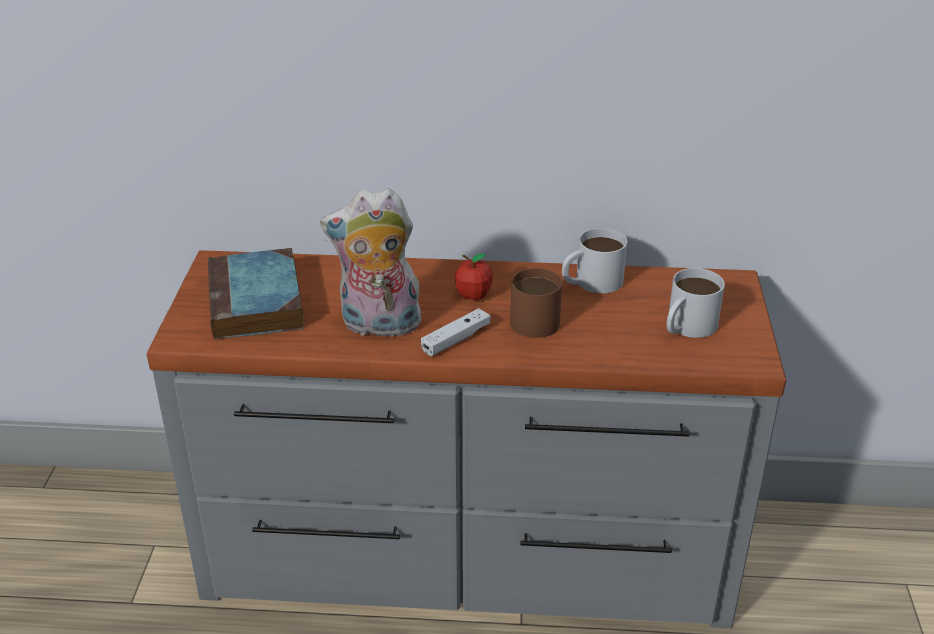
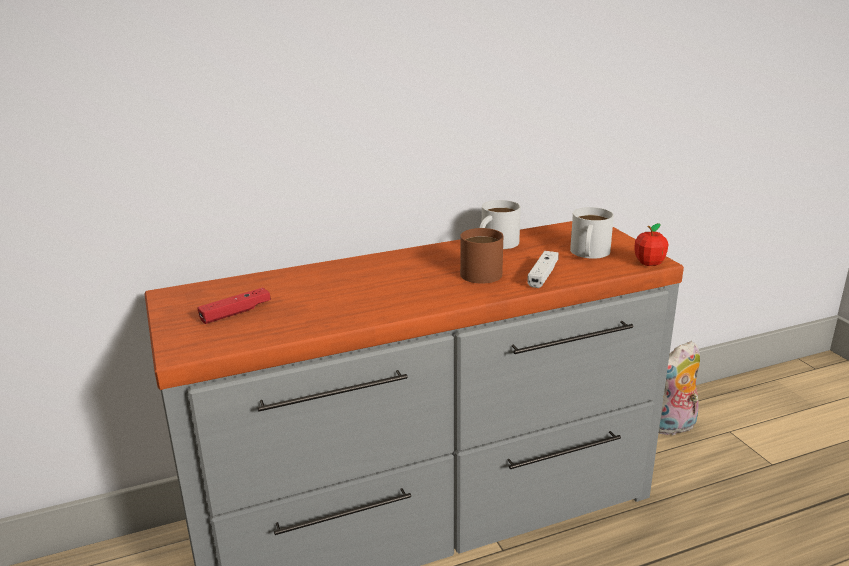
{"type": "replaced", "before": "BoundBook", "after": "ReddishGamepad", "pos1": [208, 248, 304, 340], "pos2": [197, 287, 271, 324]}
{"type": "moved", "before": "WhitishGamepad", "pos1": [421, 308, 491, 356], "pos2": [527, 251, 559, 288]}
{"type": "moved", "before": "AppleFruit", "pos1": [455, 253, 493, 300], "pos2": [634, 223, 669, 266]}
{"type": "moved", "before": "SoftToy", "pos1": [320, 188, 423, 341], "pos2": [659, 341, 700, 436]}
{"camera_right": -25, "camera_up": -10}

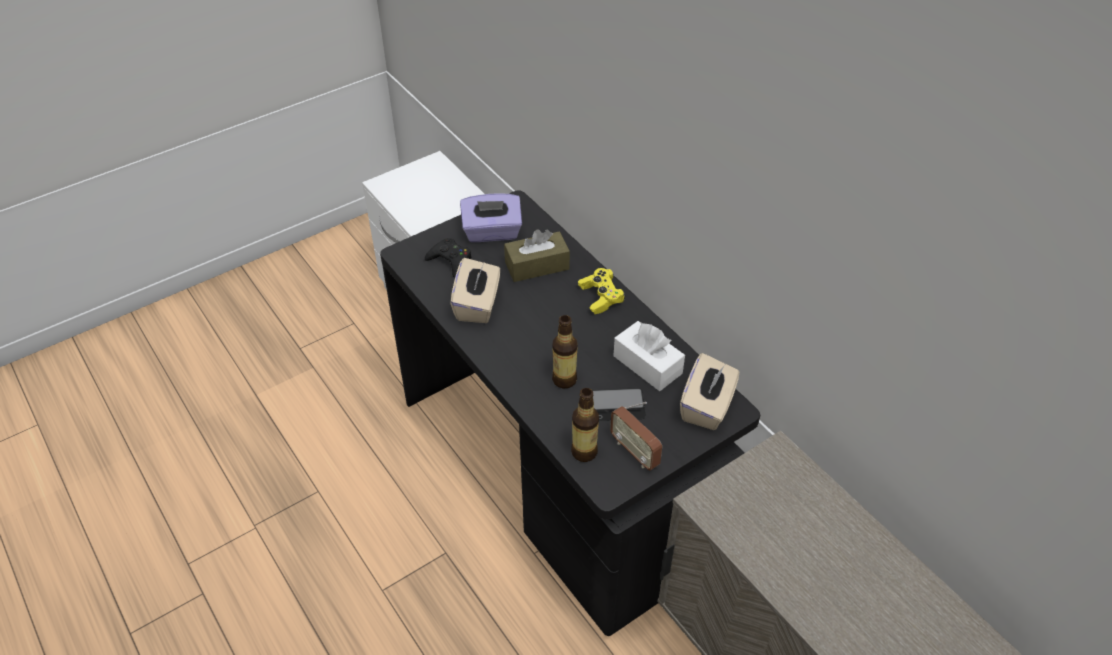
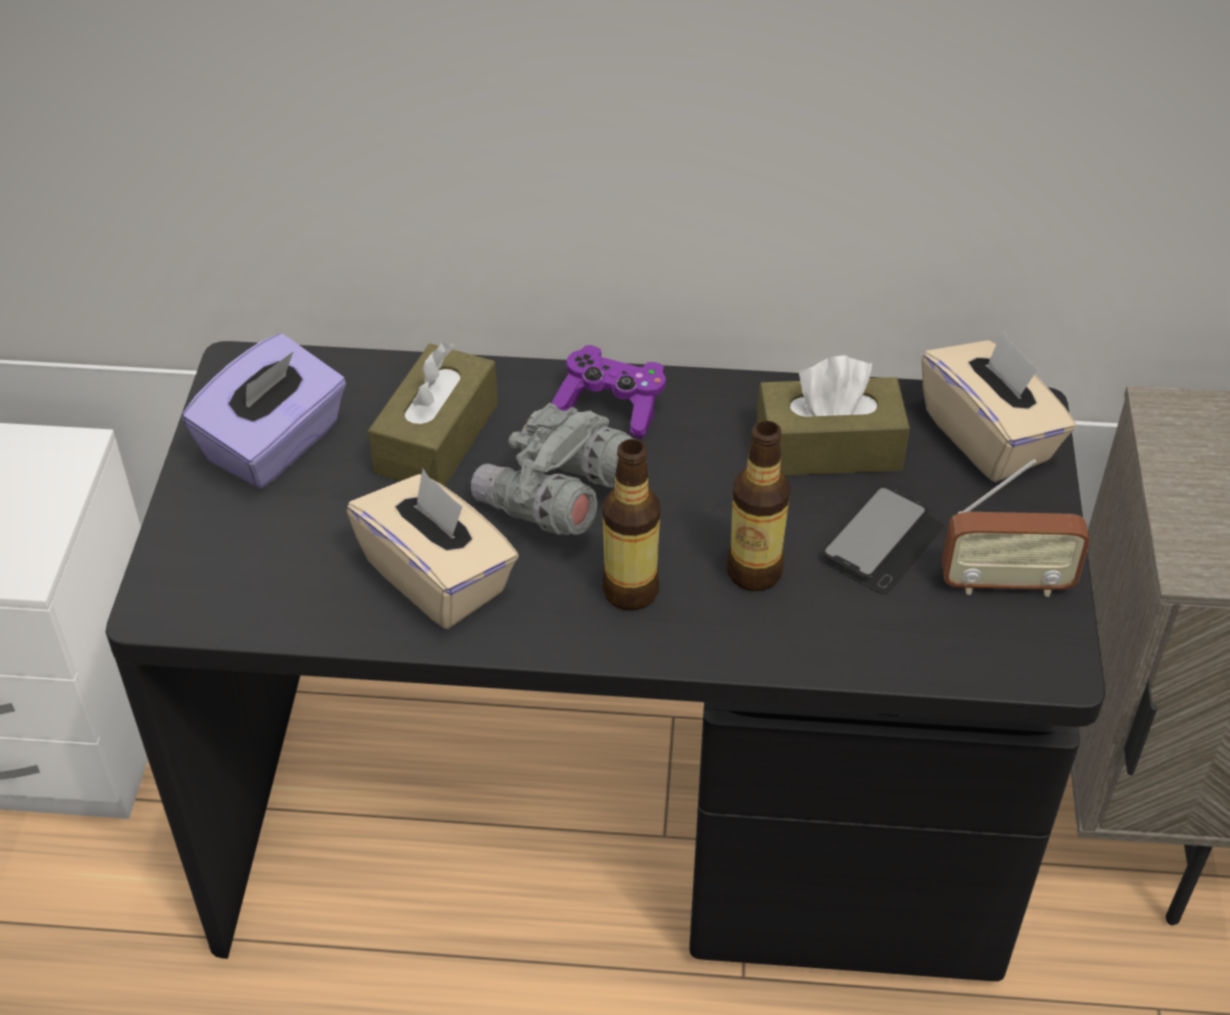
{"type": "added", "after": "GreyFieldGlasses", "pos2": [471, 403, 637, 535]}
{"type": "recoloured", "before": "YellowishGamepad", "after": "PurplishGamepad", "pos1": [578, 268, 625, 314], "pos2": [552, 345, 666, 439]}
{"type": "moved", "before": "Bottle", "pos1": [571, 388, 599, 462], "pos2": [602, 439, 660, 610]}
{"type": "recoloured", "before": "WhitishTissueBox", "after": "BrownColouredTissueBox", "pos1": [614, 321, 685, 391], "pos2": [757, 355, 910, 475]}
{"type": "removed", "before": "BlackColouredGamepad", "pos1": [425, 238, 471, 278]}
{"camera_right": -50, "camera_up": 0}

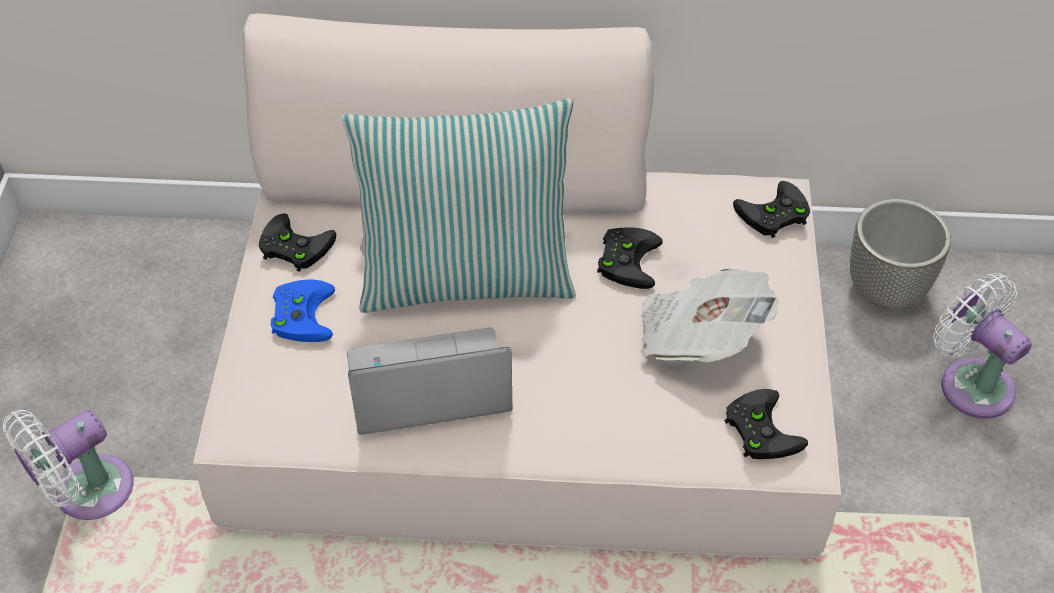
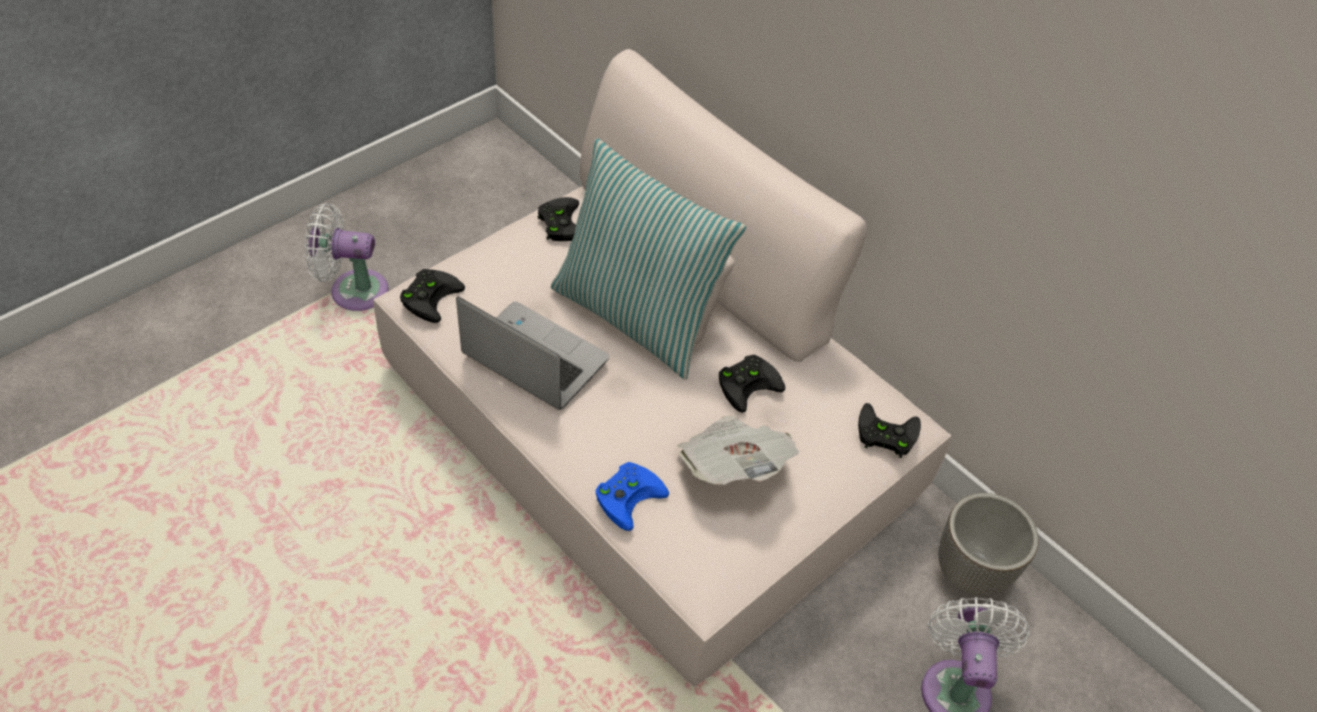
{"type": "moved", "before": "BlackColouredGamepad", "pos1": [724, 389, 808, 459], "pos2": [400, 269, 465, 323]}
{"type": "moved", "before": "BlueGamepad", "pos1": [270, 280, 335, 342], "pos2": [596, 462, 669, 531]}
{"camera_right": 40, "camera_up": 0}

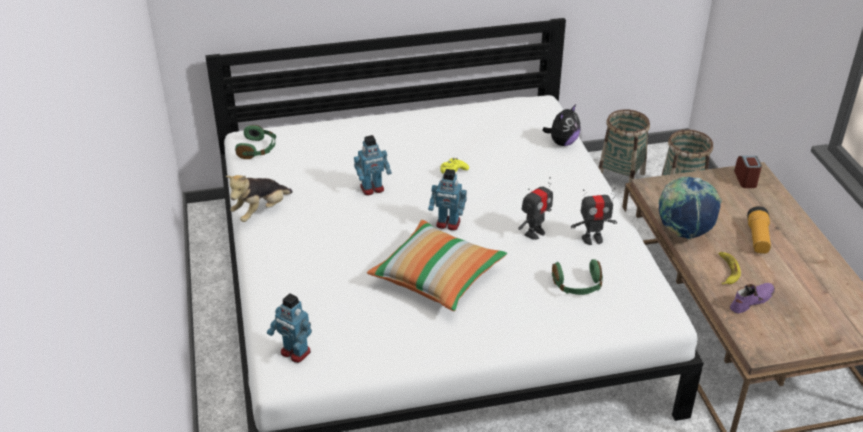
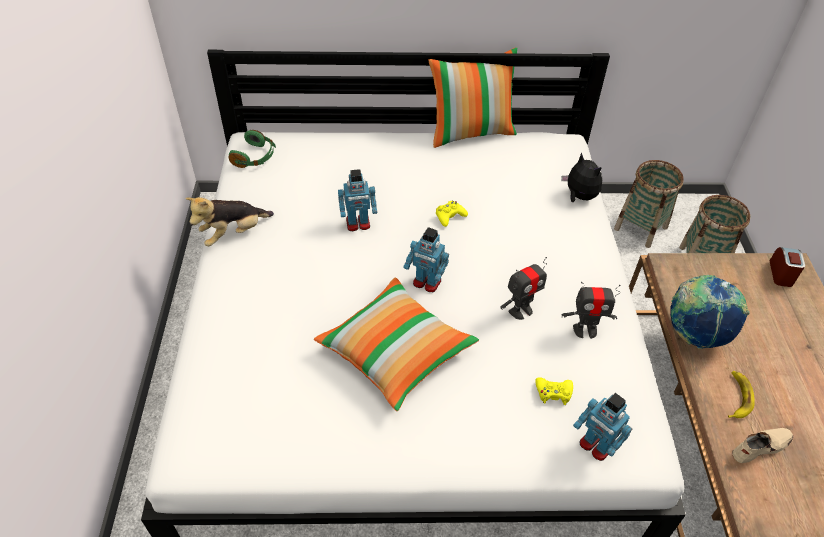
{"type": "added", "after": "Cushion", "pos2": [428, 47, 518, 148]}
{"type": "replaced", "before": "GreenColouredHeadphones", "after": "YellowishGamepad", "pos1": [552, 259, 603, 295], "pos2": [535, 377, 573, 405]}
{"type": "turned", "before": "SoftToy", "pos1": [542, 104, 581, 146], "pos2": [561, 153, 603, 202], "turn": -90}
{"type": "moved", "before": "RobotFigure", "pos1": [267, 293, 312, 363], "pos2": [573, 393, 632, 461]}
{"type": "recoloured", "before": "PurplishLowShoe", "after": "BeigeLowShoe", "pos1": [730, 283, 775, 314], "pos2": [732, 428, 793, 463]}
{"type": "removed", "before": "HandTorch", "pos1": [747, 206, 771, 254]}
{"camera_right": 10, "camera_up": 10}

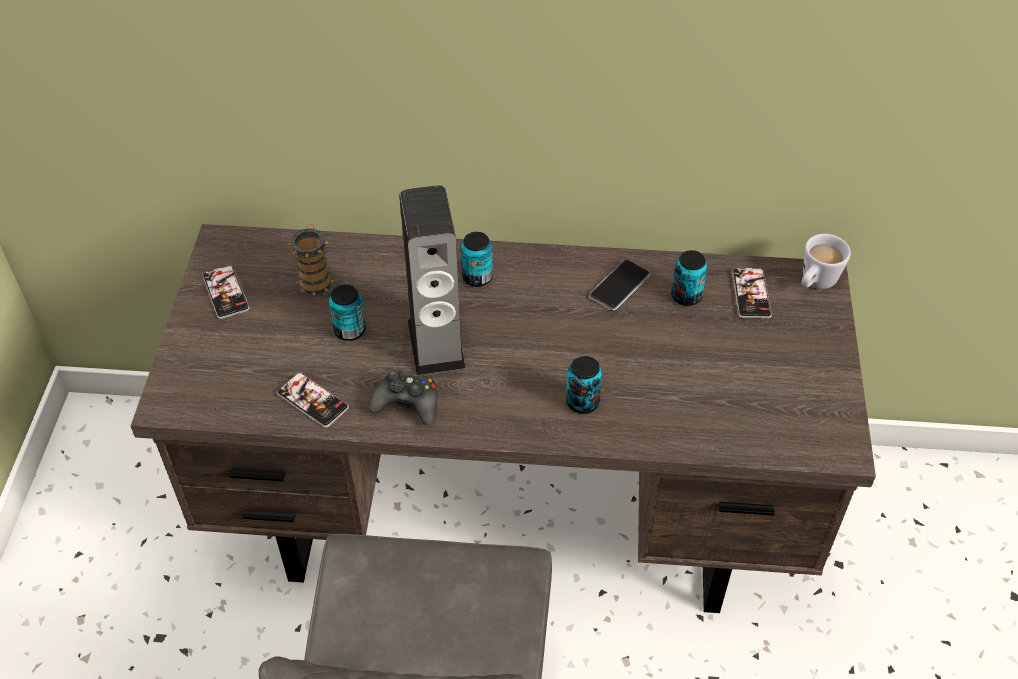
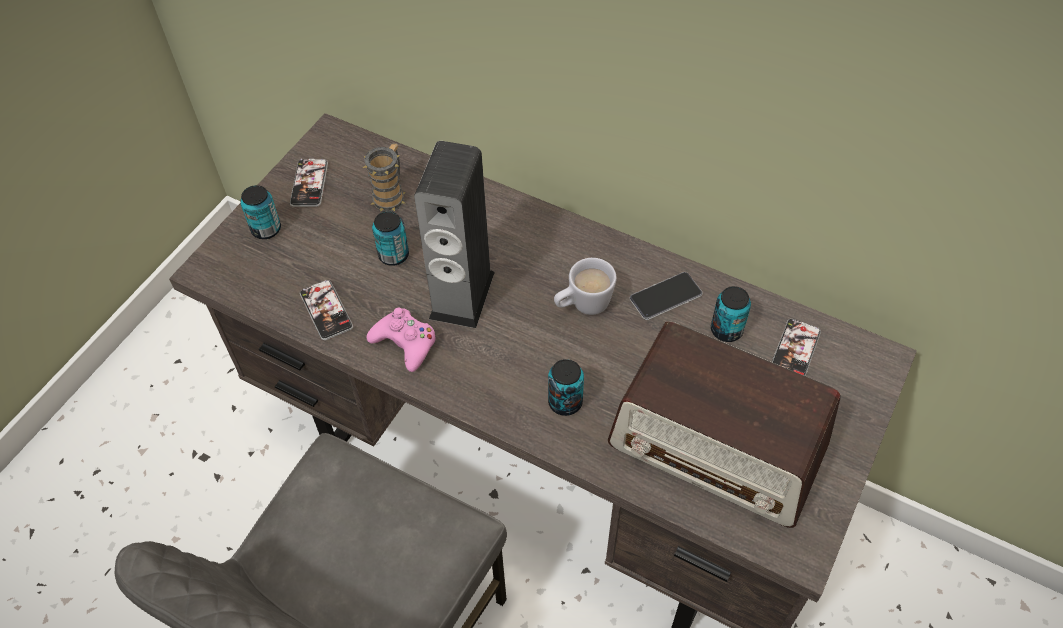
{"type": "moved", "before": "Can", "pos1": [461, 232, 493, 287], "pos2": [240, 185, 281, 239]}
{"type": "recoloured", "before": "BlackColouredGamepad", "after": "PinkGamepad", "pos1": [369, 370, 437, 425], "pos2": [367, 308, 436, 372]}
{"type": "moved", "before": "WhitishCoffeeMug", "pos1": [801, 234, 851, 289], "pos2": [554, 258, 617, 315]}
{"type": "added", "after": "RadioSet", "pos2": [608, 321, 841, 528]}
{"camera_right": 25, "camera_up": 5}

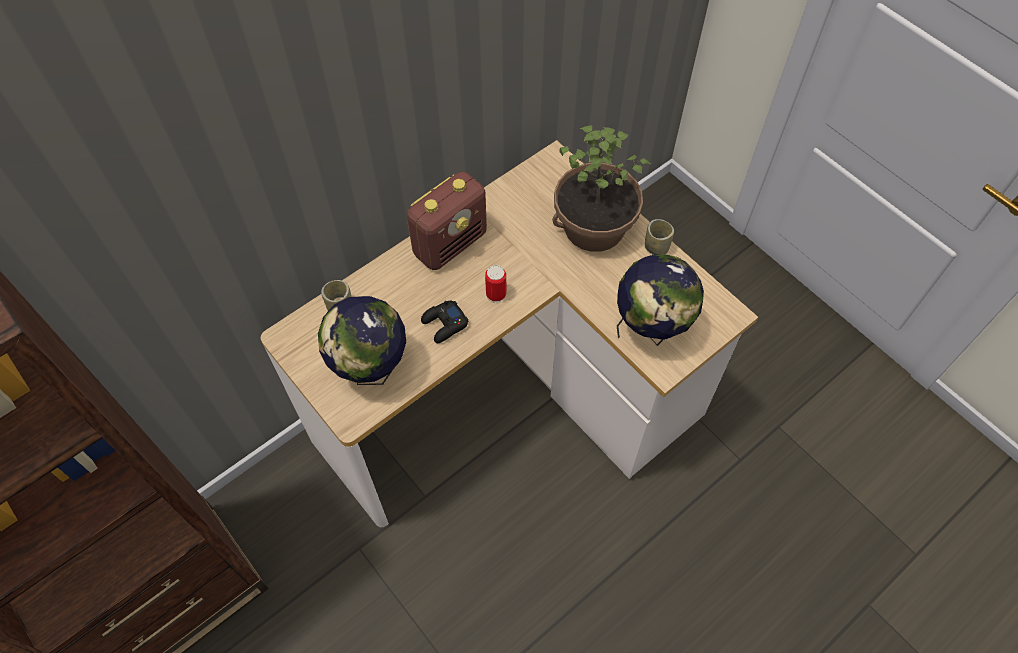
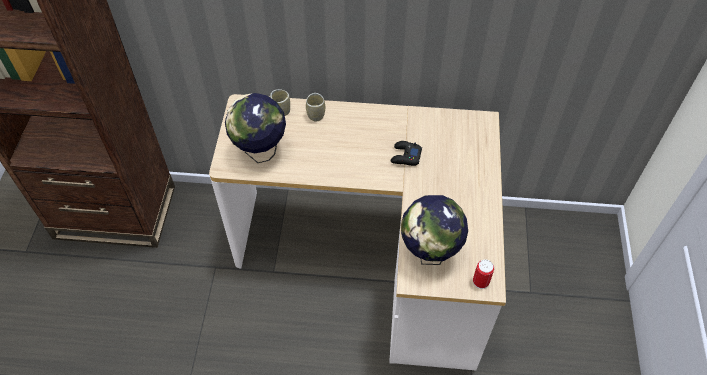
{"type": "moved", "before": "SmallCup", "pos1": [645, 219, 674, 255], "pos2": [306, 93, 325, 122]}
{"type": "moved", "before": "BlackColouredGamepad", "pos1": [421, 301, 469, 343], "pos2": [391, 141, 422, 166]}
{"type": "moved", "before": "Can", "pos1": [485, 265, 506, 303], "pos2": [473, 259, 494, 289]}
{"type": "removed", "before": "RadioSet", "pos1": [407, 172, 487, 270]}
{"type": "removed", "before": "PlantInAPot", "pos1": [552, 125, 651, 252]}
{"camera_right": 45, "camera_up": -5}

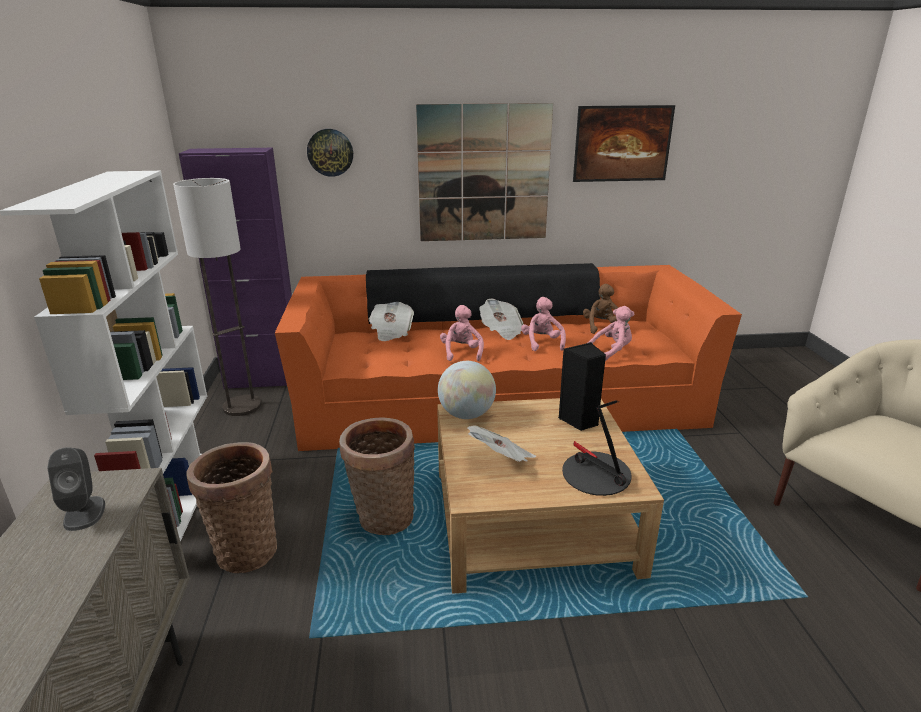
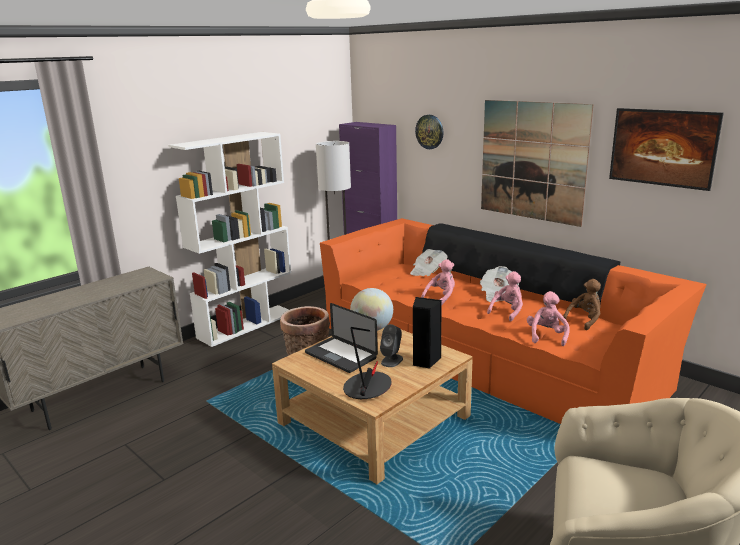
{"type": "replaced", "before": "Newspaper", "after": "NotebookComputer", "pos1": [467, 425, 537, 462], "pos2": [305, 303, 378, 373]}
{"type": "moved", "before": "GreyLoudspeaker", "pos1": [47, 447, 105, 531], "pos2": [380, 324, 403, 367]}
{"type": "turned", "before": "PinkSoftToy", "pos1": [588, 306, 635, 361], "pos2": [527, 291, 569, 346], "turn": -105}
{"type": "removed", "before": "HouseholdBasket", "pos1": [186, 442, 277, 573]}
{"camera_right": 50, "camera_up": -5}

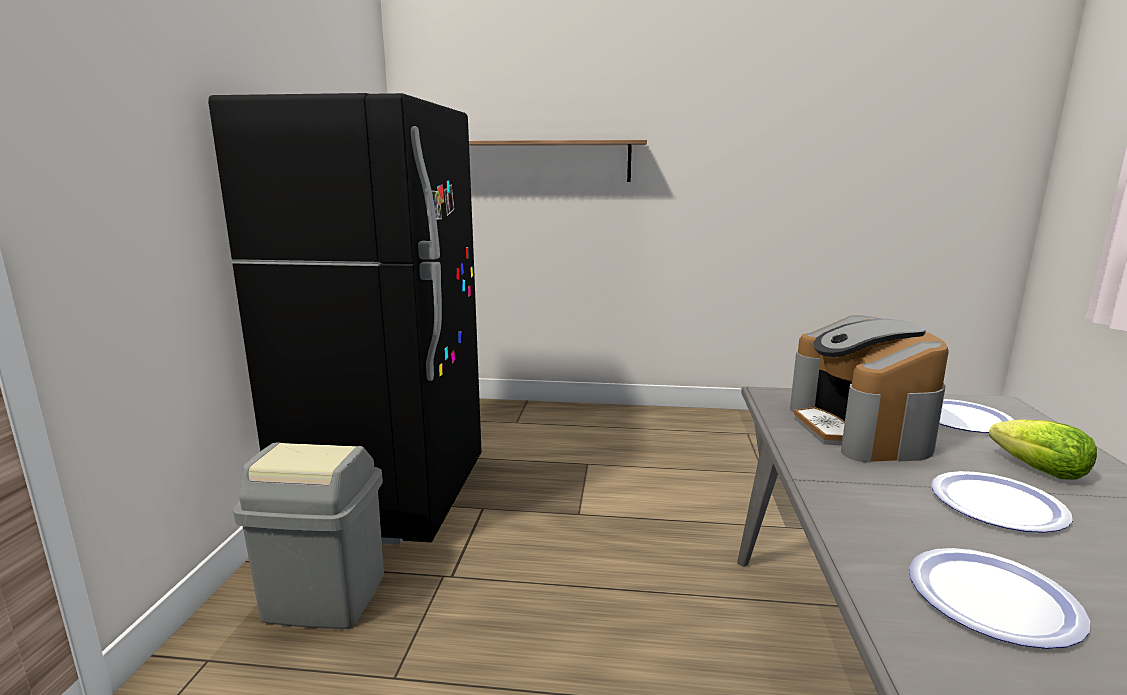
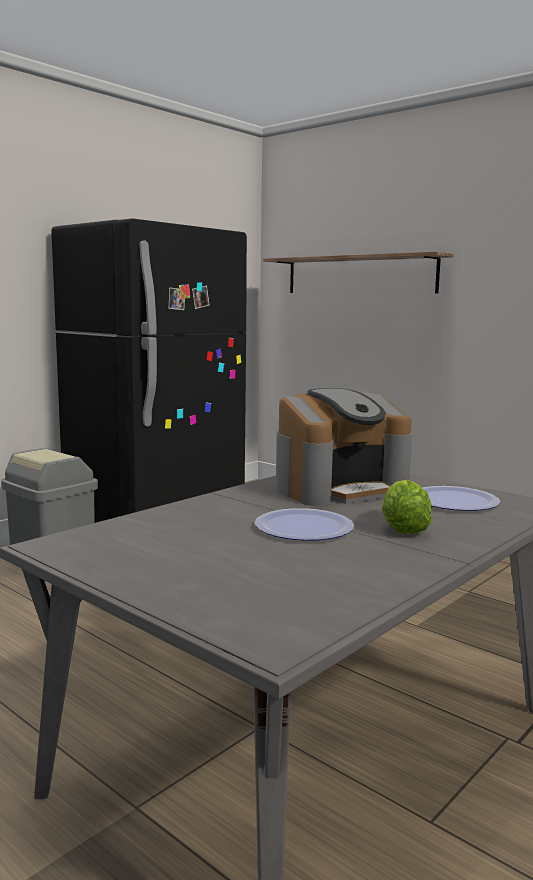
{"type": "turned", "before": "CoffeeMachine", "pos1": [790, 315, 949, 462], "pos2": [276, 388, 412, 506], "turn": -150}
{"type": "removed", "before": "DinnerPlate", "pos1": [909, 548, 1090, 649]}
{"camera_right": 35, "camera_up": -5}

